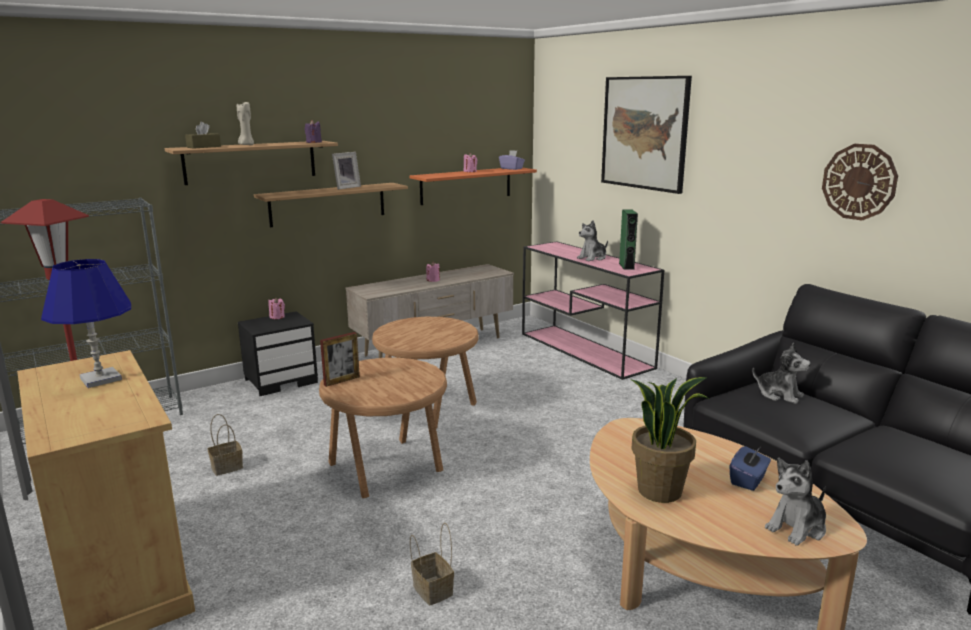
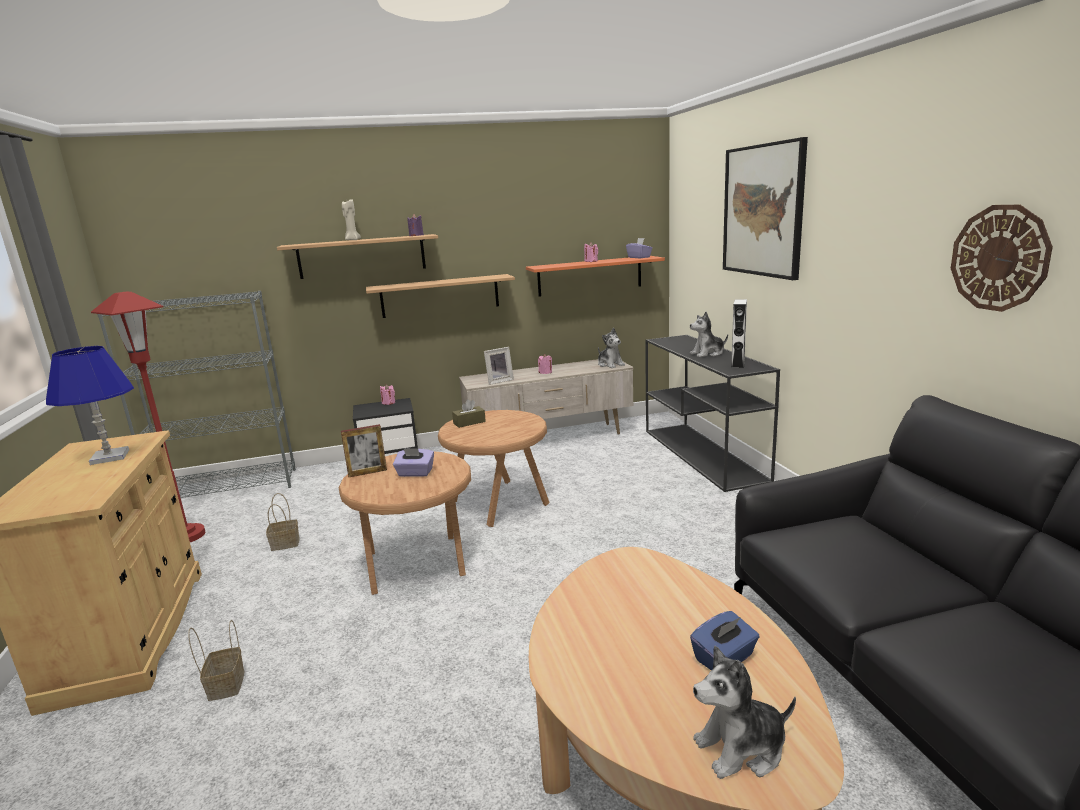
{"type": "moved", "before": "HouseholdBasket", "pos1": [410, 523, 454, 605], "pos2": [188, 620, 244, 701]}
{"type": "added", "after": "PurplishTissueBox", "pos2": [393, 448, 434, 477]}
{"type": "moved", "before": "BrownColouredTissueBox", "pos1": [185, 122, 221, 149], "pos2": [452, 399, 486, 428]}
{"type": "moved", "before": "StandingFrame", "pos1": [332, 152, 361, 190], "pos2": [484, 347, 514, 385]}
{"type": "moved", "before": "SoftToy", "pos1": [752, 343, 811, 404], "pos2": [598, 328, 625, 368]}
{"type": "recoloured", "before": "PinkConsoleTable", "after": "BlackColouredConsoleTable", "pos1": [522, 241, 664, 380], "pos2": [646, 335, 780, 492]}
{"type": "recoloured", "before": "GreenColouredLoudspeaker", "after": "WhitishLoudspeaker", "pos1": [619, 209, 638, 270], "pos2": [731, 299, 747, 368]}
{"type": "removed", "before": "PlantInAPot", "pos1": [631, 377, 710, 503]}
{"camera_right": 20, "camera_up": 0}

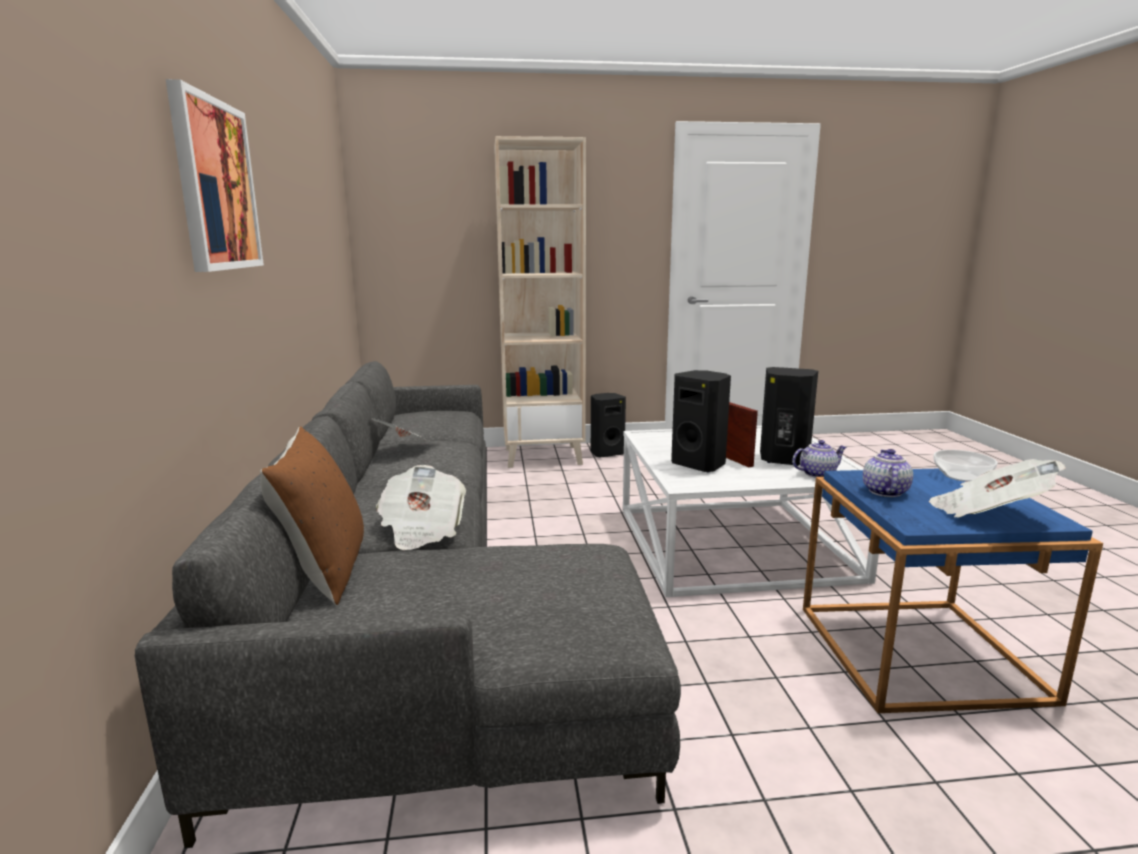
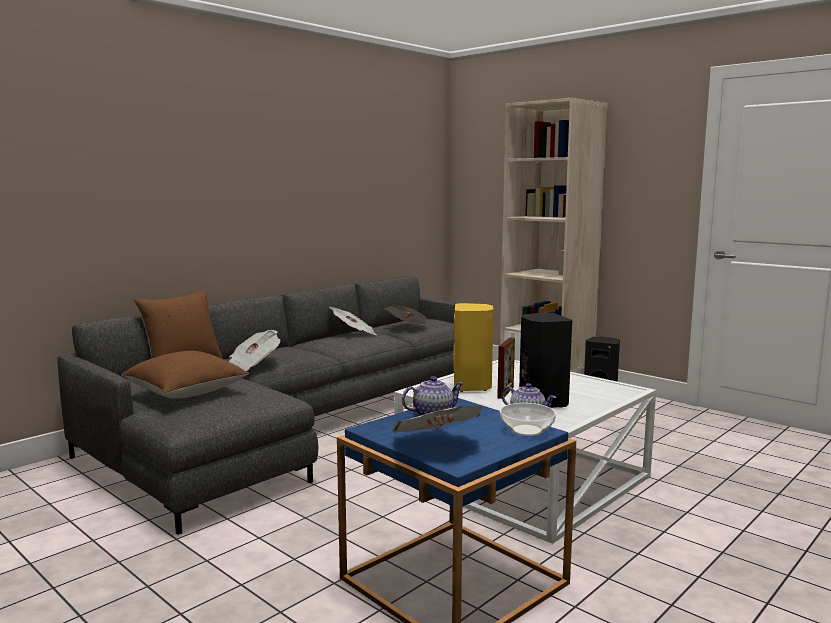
{"type": "added", "after": "BrownColouredCushion", "pos2": [121, 351, 249, 399]}
{"type": "added", "after": "Newspaper", "pos2": [384, 305, 428, 324]}
{"type": "recoloured", "before": "BlackColouredLoudspeaker", "after": "YellowishLoudspeaker", "pos1": [671, 370, 731, 472], "pos2": [453, 303, 493, 392]}
{"type": "removed", "before": "WallPicture", "pos1": [166, 79, 264, 272]}
{"camera_right": 50, "camera_up": -5}

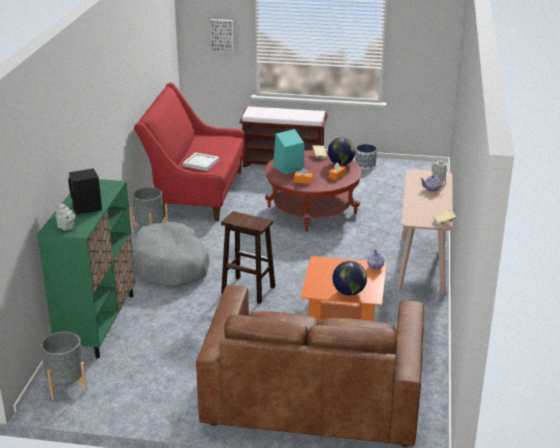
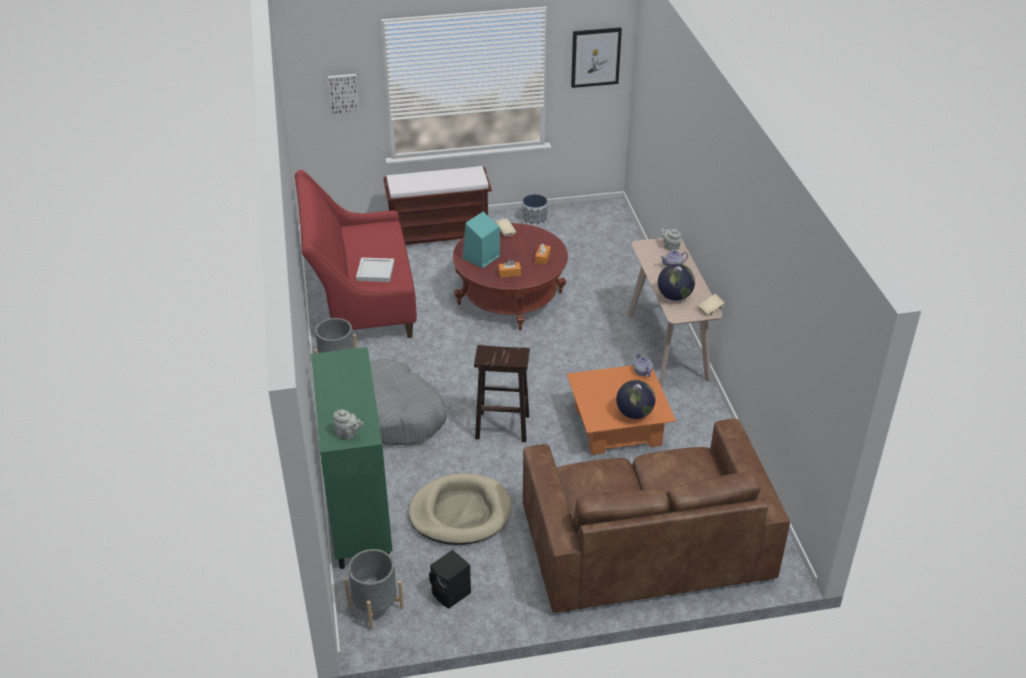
{"type": "added", "after": "BeigeDogCushion", "pos2": [409, 473, 512, 545]}
{"type": "moved", "before": "BlackColouredLoudspeaker", "pos1": [68, 168, 102, 214], "pos2": [429, 550, 471, 609]}
{"type": "added", "after": "WallPicture", "pos2": [571, 27, 622, 88]}
{"type": "moved", "before": "WorldGlobe", "pos1": [328, 137, 356, 165], "pos2": [658, 263, 695, 301]}
{"camera_right": -20, "camera_up": 10}

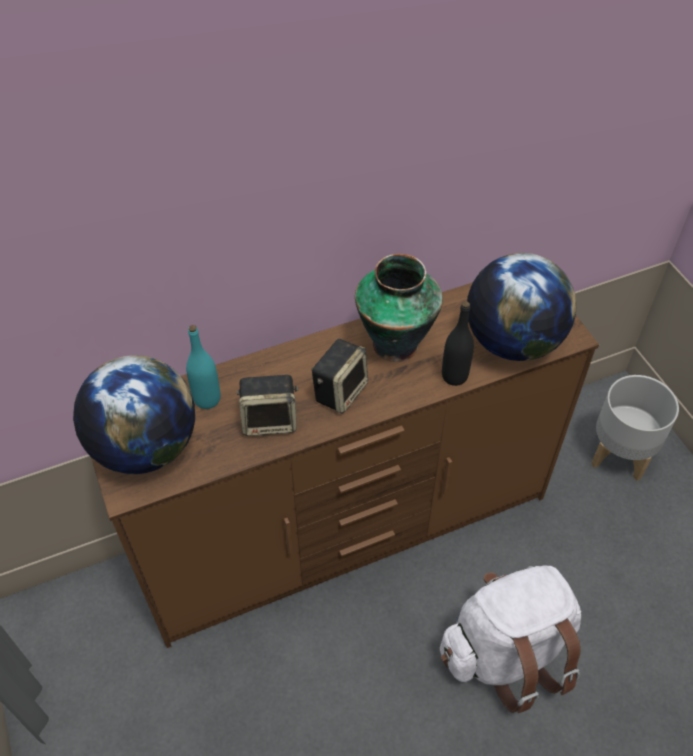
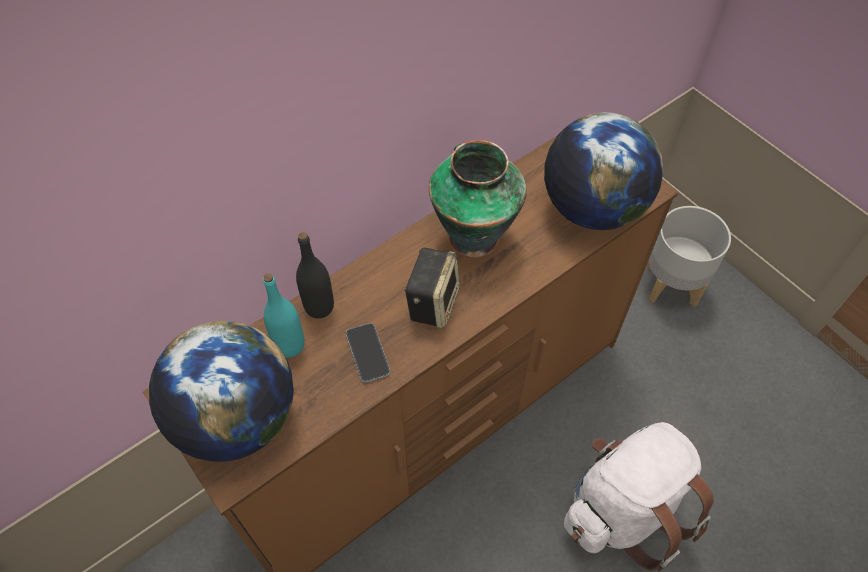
{"type": "moved", "before": "BlackColouredBottle", "pos1": [442, 301, 474, 386], "pos2": [296, 232, 334, 318]}
{"type": "replaced", "before": "Loudspeaker", "after": "Handset", "pos1": [237, 375, 299, 436], "pos2": [346, 323, 390, 383]}
{"camera_right": -15, "camera_up": 5}

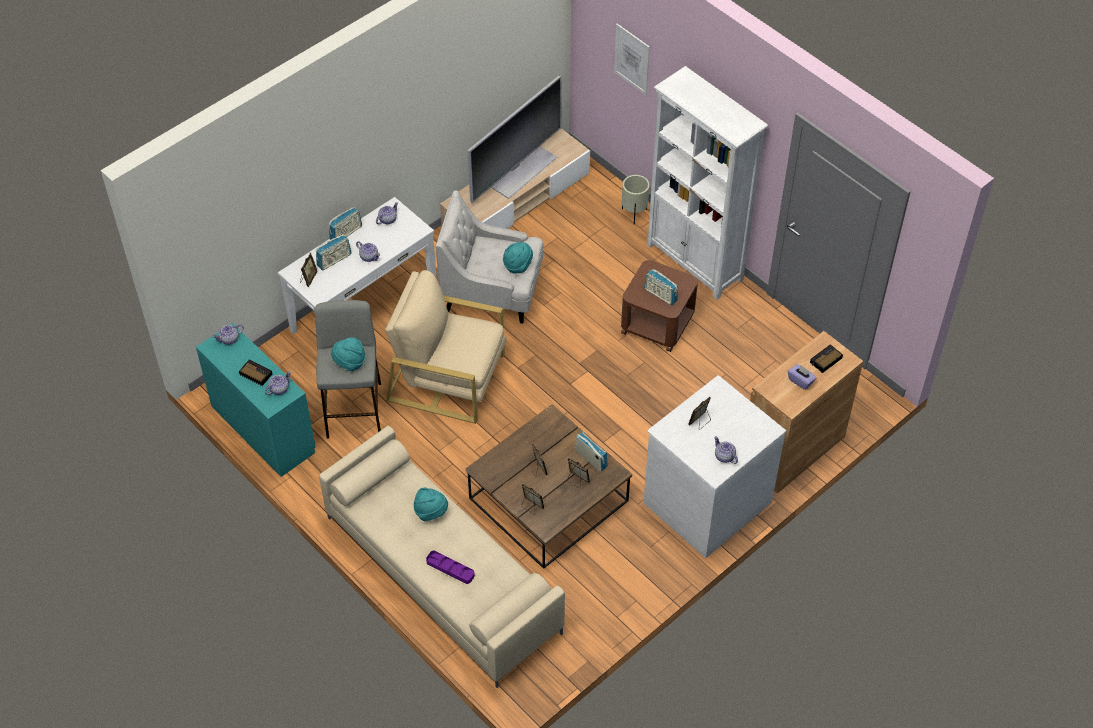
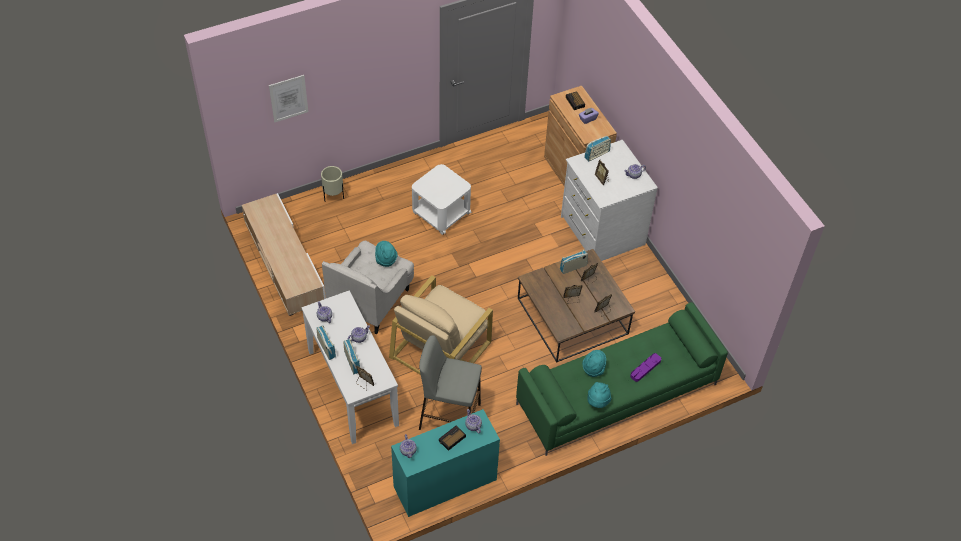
{"type": "recoloured", "before": "BrownColouredAccentTable", "after": "WhitishAccentTable", "pos1": [621, 260, 698, 352], "pos2": [412, 164, 472, 235]}
{"type": "recoloured", "before": "BeigeSettee", "after": "GreenColouredSettee", "pos1": [319, 426, 565, 688], "pos2": [516, 302, 728, 456]}
{"type": "moved", "before": "RadioSet", "pos1": [644, 269, 678, 305], "pos2": [584, 136, 611, 161]}
{"type": "moved", "before": "TurquoiseColouredHat", "pos1": [331, 337, 365, 371], "pos2": [587, 382, 611, 408]}
{"type": "removed", "before": "TvSet", "pos1": [468, 75, 562, 203]}
{"type": "removed", "before": "WhitishBookcase", "pos1": [647, 66, 768, 300]}
{"camera_right": -75, "camera_up": 0}

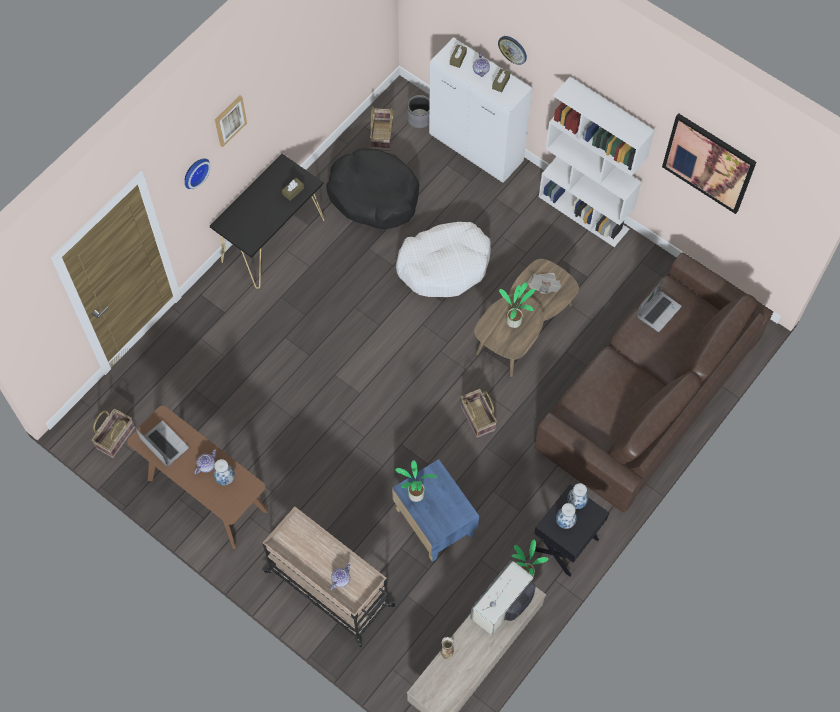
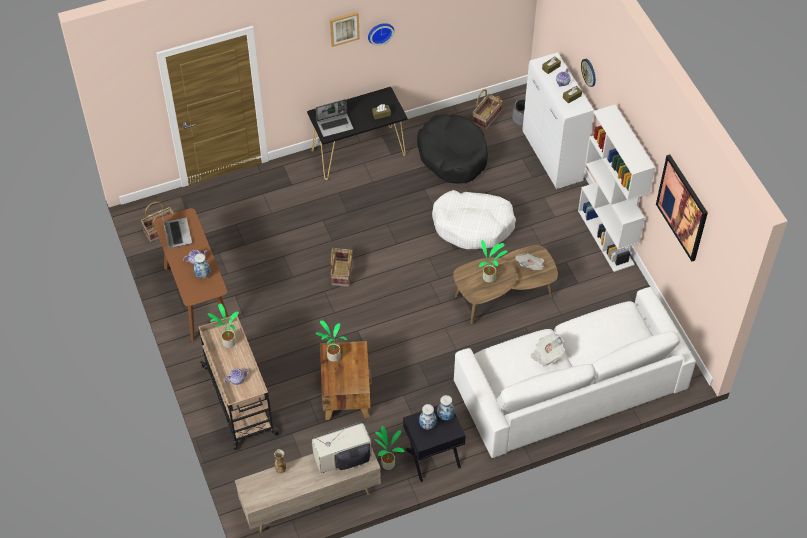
{"type": "added", "after": "PlantInAPot", "pos2": [208, 304, 239, 348]}
{"type": "moved", "before": "NotebookComputer", "pos1": [637, 279, 682, 332], "pos2": [316, 99, 354, 137]}
{"type": "recoloured", "before": "BlueAccentTable", "after": "BrownColouredAccentTable", "pos1": [392, 459, 479, 562], "pos2": [320, 341, 372, 420]}
{"type": "moved", "before": "HouseholdBasket", "pos1": [461, 389, 497, 438], "pos2": [331, 248, 353, 287]}
{"type": "moved", "before": "WallClock", "pos1": [185, 158, 211, 189], "pos2": [368, 23, 394, 46]}
{"type": "recoloured", "before": "BrownColouredSettee", "after": "WhitishSettee", "pos1": [534, 252, 773, 513], "pos2": [454, 287, 696, 458]}
{"type": "added", "after": "Newspaper", "pos2": [531, 333, 565, 367]}
{"camera_right": 30, "camera_up": -10}

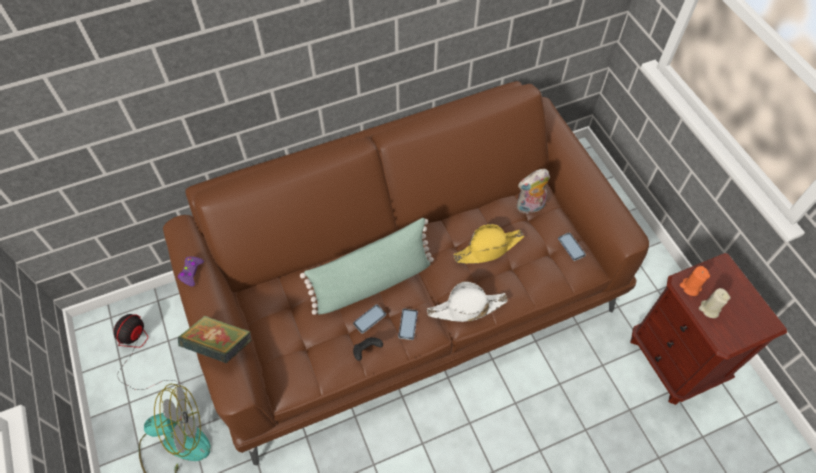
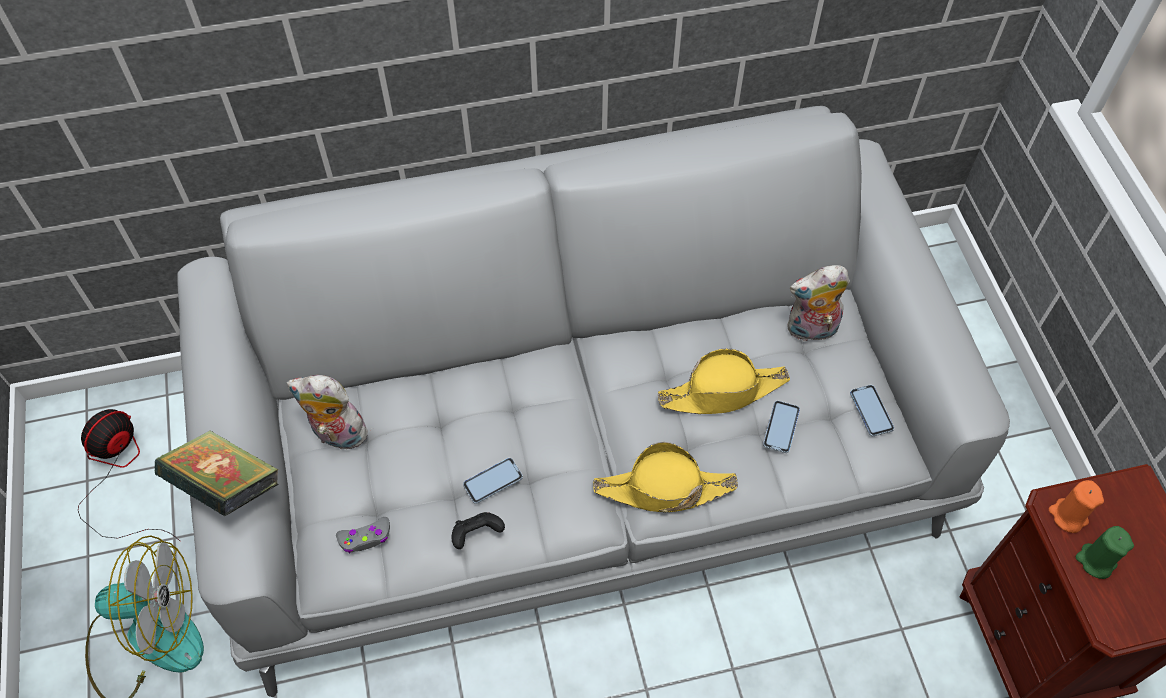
{"type": "recoloured", "before": "BrownColouredSettee", "after": "GreySettee", "pos1": [163, 81, 649, 465], "pos2": [177, 106, 1010, 697]}
{"type": "added", "after": "SoftToy", "pos2": [287, 375, 371, 450]}
{"type": "added", "after": "GreyGamepad", "pos2": [336, 517, 390, 553]}
{"type": "recoloured", "before": "WhitishHat", "after": "YellowishHat", "pos1": [427, 281, 508, 322], "pos2": [593, 442, 738, 513]}
{"type": "moved", "before": "Handset", "pos1": [398, 309, 418, 340], "pos2": [763, 401, 800, 453]}
{"type": "recoloured", "before": "BeigeCandle", "after": "GreenColouredCandle", "pos1": [699, 288, 730, 318], "pos2": [1076, 526, 1134, 579]}
{"type": "removed", "before": "PurplishGamepad", "pos1": [178, 257, 204, 287]}
{"type": "removed", "before": "GreenColouredCushion", "pos1": [300, 218, 434, 315]}
{"camera_right": 10, "camera_up": 0}

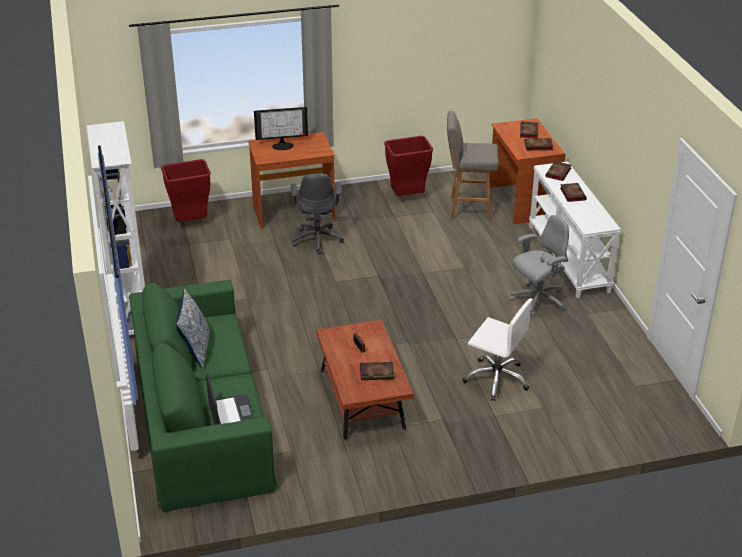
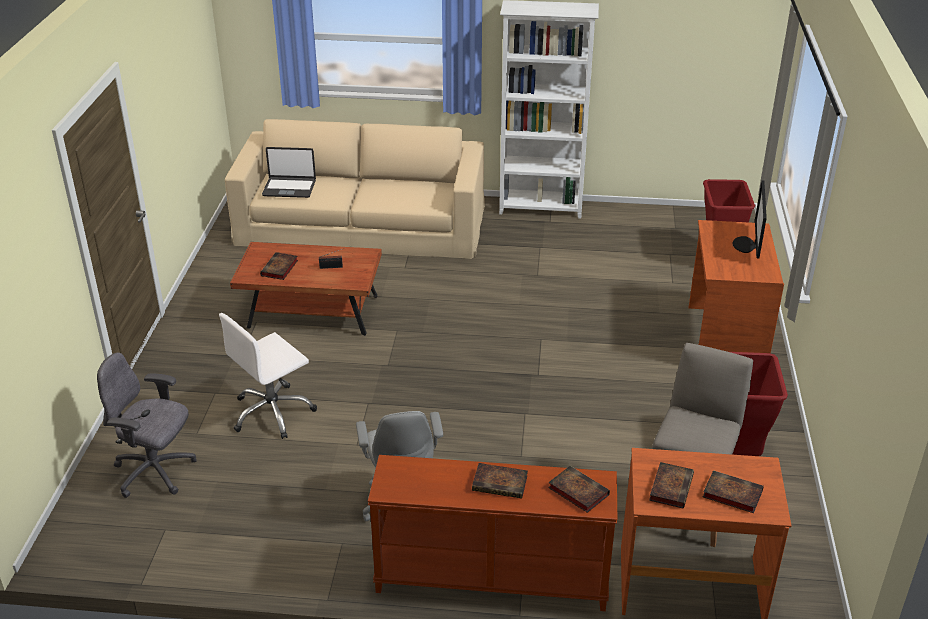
{"type": "moved", "before": "GreyOfficeChair", "pos1": [291, 174, 344, 254], "pos2": [97, 353, 197, 498]}
{"type": "recoloured", "before": "GreenColouredSettee", "after": "BeigeSettee", "pos1": [129, 280, 277, 513], "pos2": [225, 119, 485, 259]}
{"type": "recoloured", "before": "WhitishConsoleTable", "after": "BrownColouredConsoleTable", "pos1": [529, 161, 621, 298], "pos2": [368, 455, 617, 611]}
{"type": "removed", "before": "Cushion", "pos1": [176, 289, 210, 368]}
{"camera_right": 110, "camera_up": 0}

